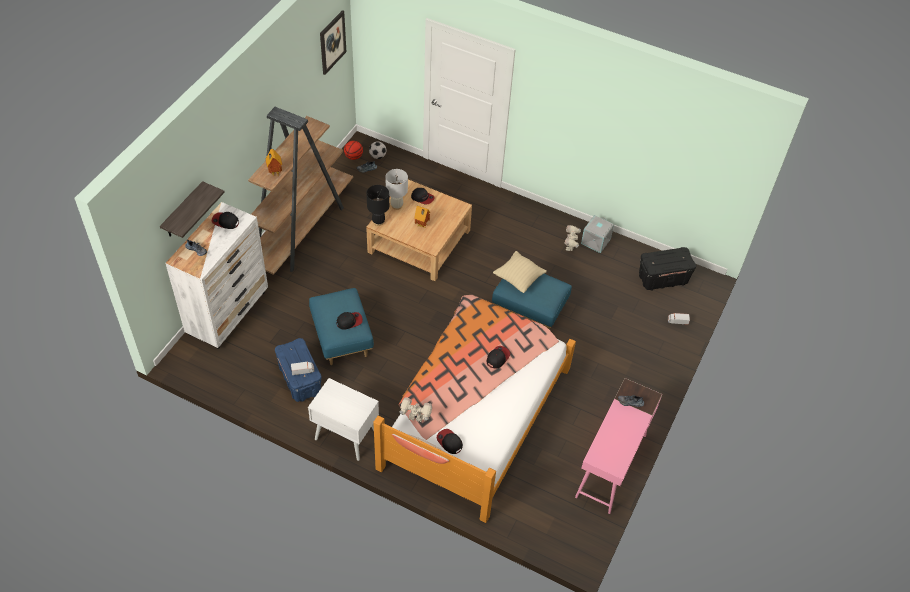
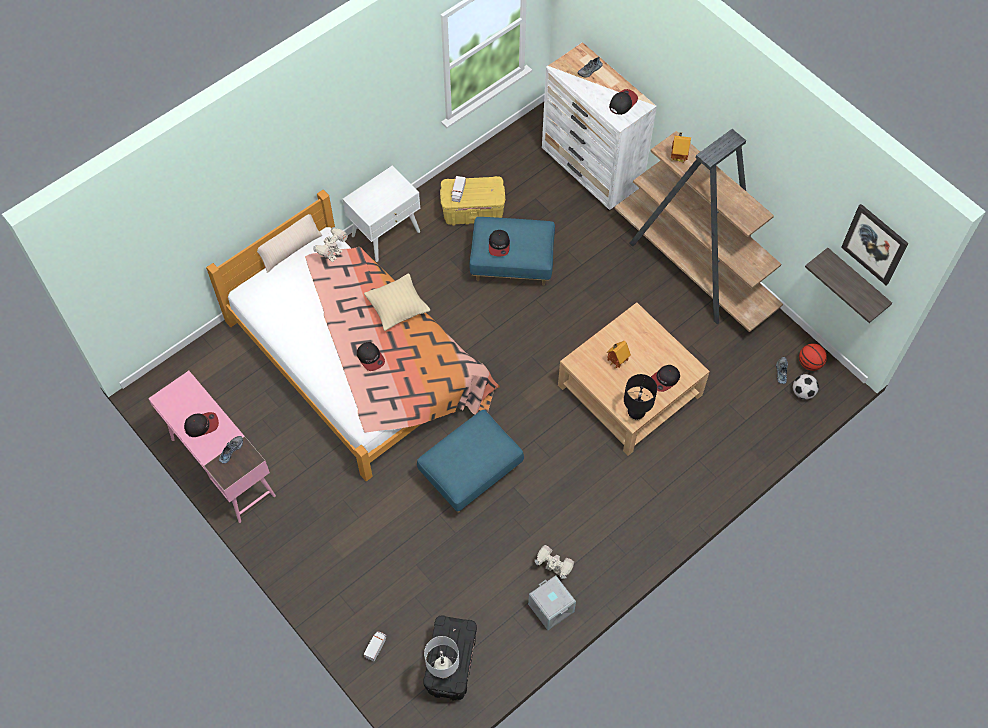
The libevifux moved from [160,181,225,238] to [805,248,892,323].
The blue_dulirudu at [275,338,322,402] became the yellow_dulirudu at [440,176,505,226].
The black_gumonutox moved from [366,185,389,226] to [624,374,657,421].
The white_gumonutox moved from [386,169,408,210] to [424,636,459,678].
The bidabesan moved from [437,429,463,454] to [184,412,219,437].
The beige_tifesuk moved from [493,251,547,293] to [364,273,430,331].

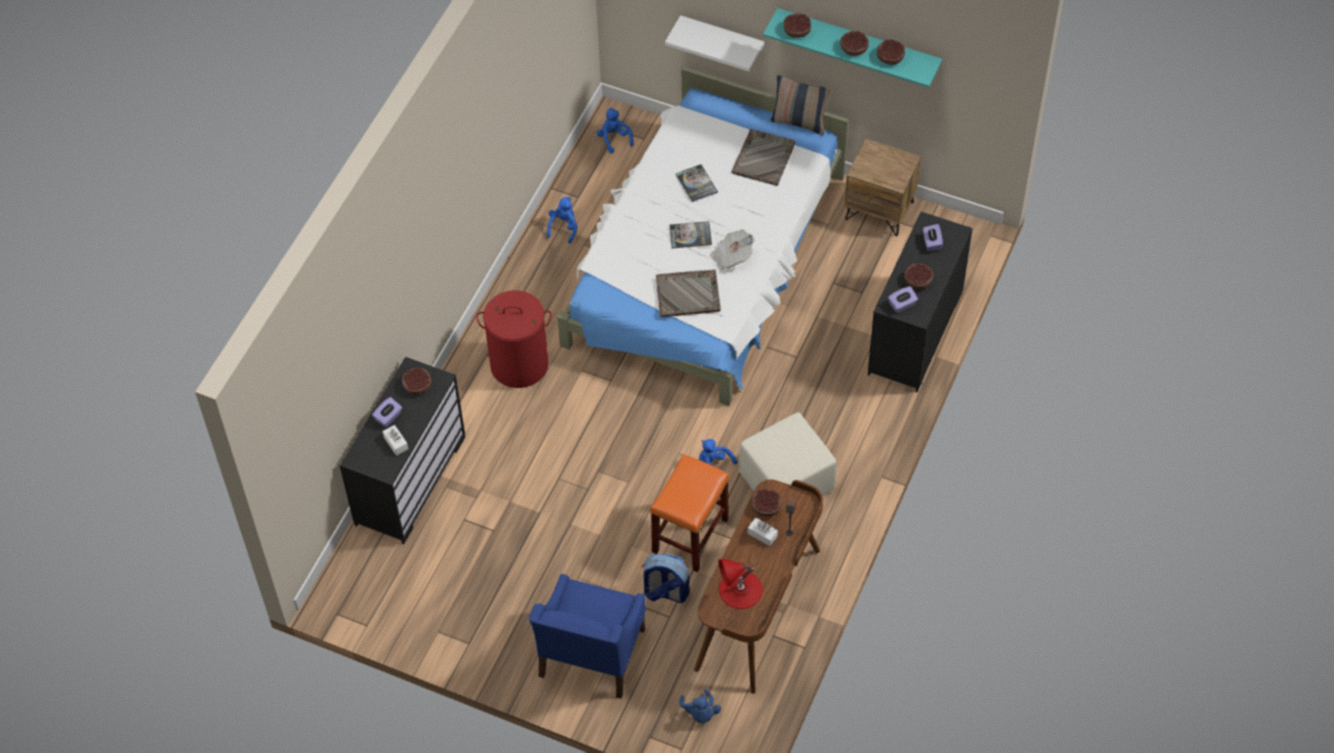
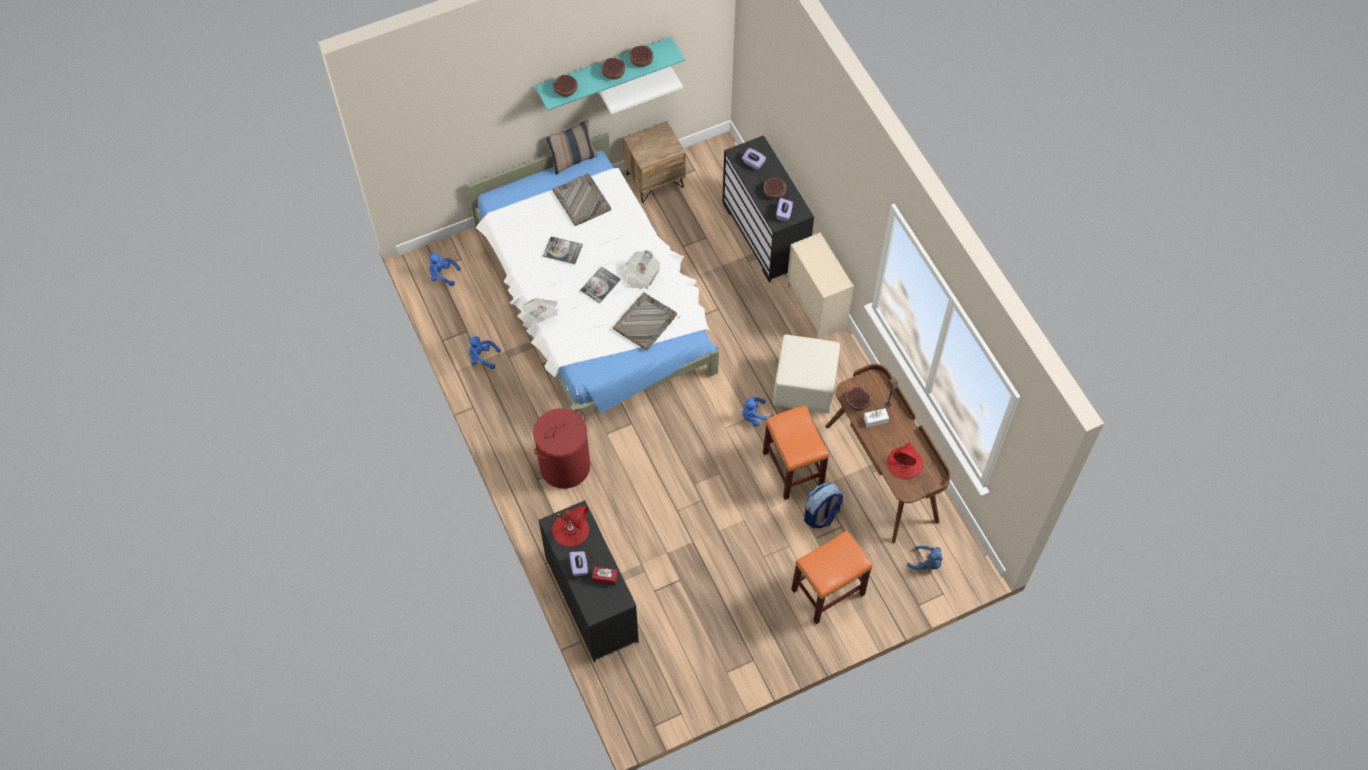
The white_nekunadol at [383,425,408,456] became the red_nekunadol at [592,567,618,585].
The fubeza at [402,368,431,395] was replaced by the red_gumonutox at [552,506,589,547].
The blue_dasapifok at [529,574,646,699] was replaced by the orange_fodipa at [791,530,872,624].
The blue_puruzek at [547,197,578,243] turned 45 degrees counterclockwise.
The white_libevifux moved from [665,15,764,72] to [599,66,683,114].
The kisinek at [523,298,559,318] appeared.
The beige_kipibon at [786,232,854,339] appeared.

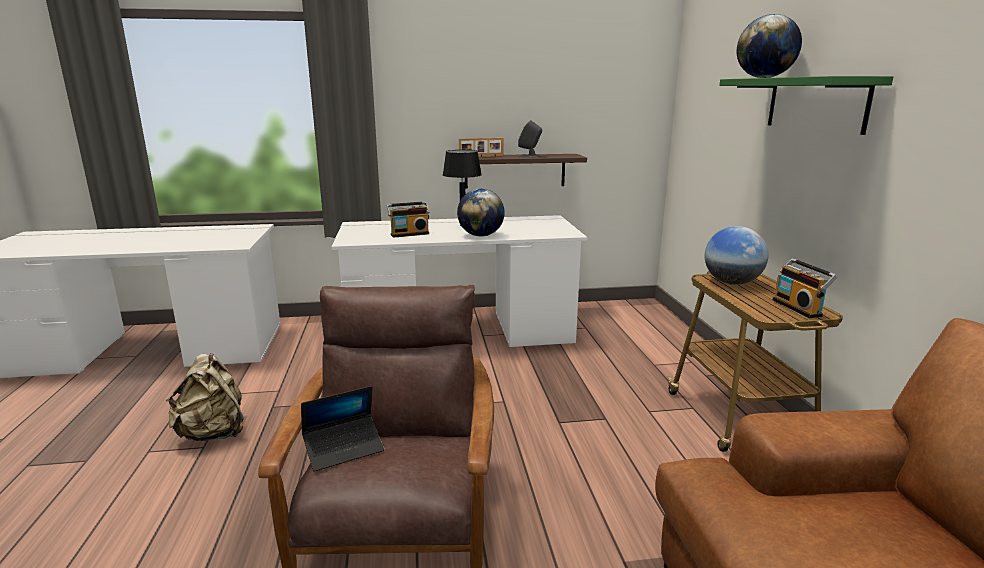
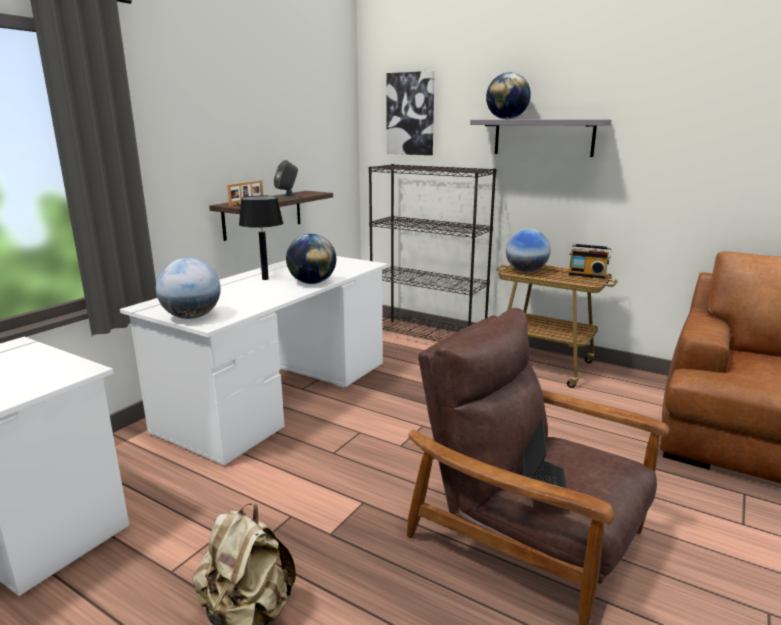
The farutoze at [387,201,429,238] disappeared.
The green_libevifux at [719,76,893,135] became the grey_libevifux at [470,119,612,157].
The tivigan at [156,258,221,319] appeared.
The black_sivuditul at [369,164,496,342] appeared.
The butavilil at [386,71,435,155] appeared.

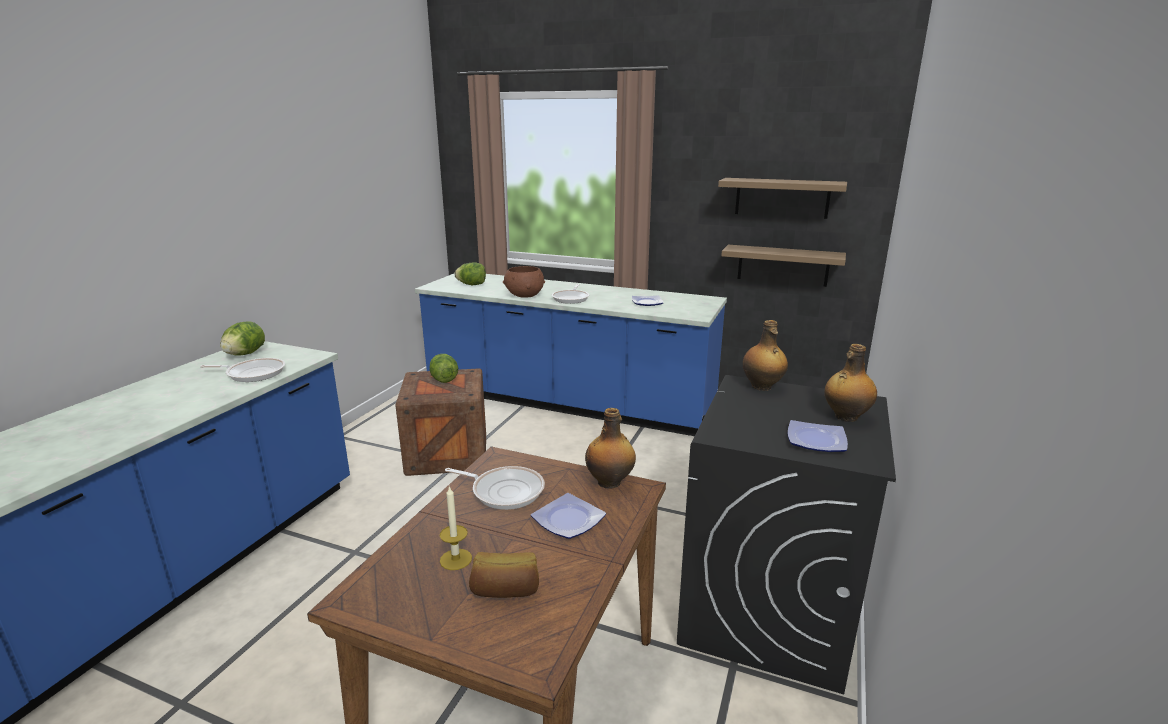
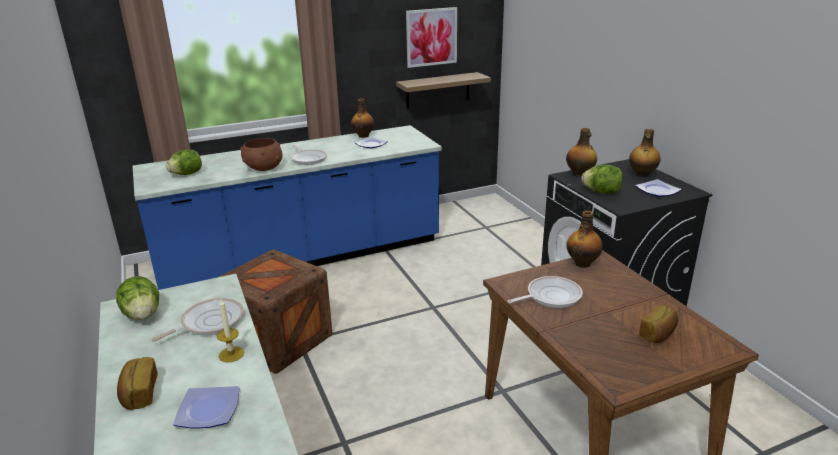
The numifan moved from [429,354,458,383] to [581,165,623,194].
The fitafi moved from [440,486,472,570] to [217,299,244,362].
The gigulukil moved from [531,493,606,539] to [173,386,239,428].
The libevifux at [718,178,847,219] was replaced by the butavilil at [406,7,457,68].
The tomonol at [117,357,158,410] appeared.
The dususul at [351,99,374,138] appeared.

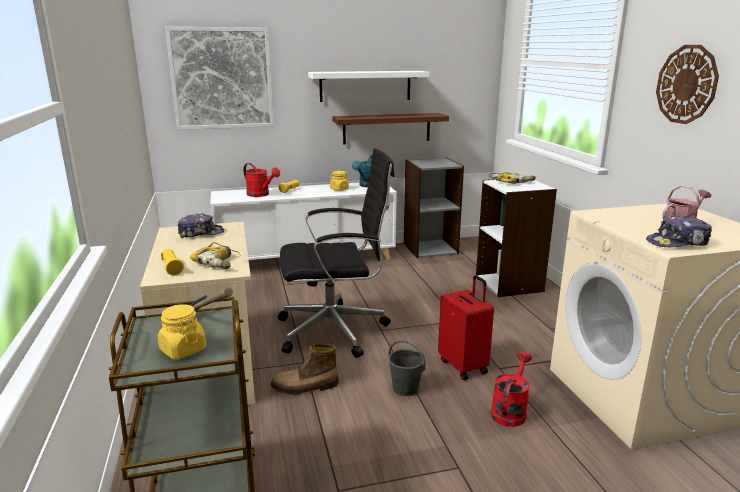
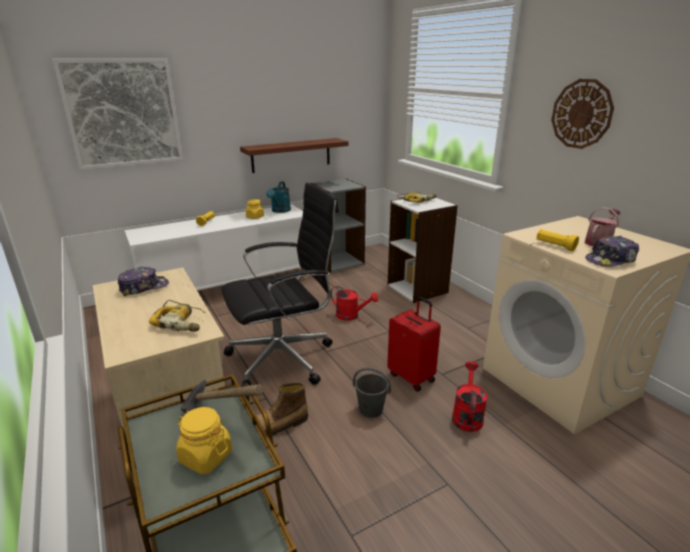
The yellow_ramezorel moved from [161,249,184,276] to [536,229,579,251].
The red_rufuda moved from [243,163,280,197] to [330,286,378,321].
The white_libevifux at [308,71,429,102] disappeared.

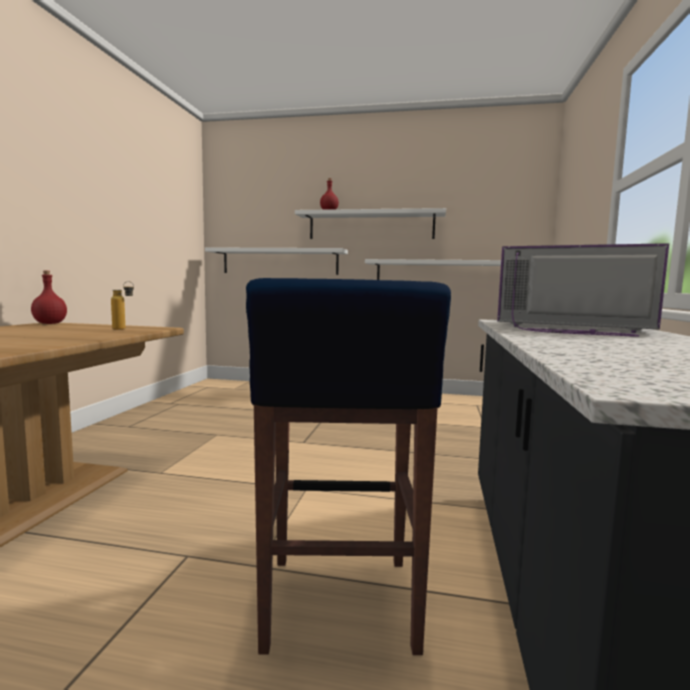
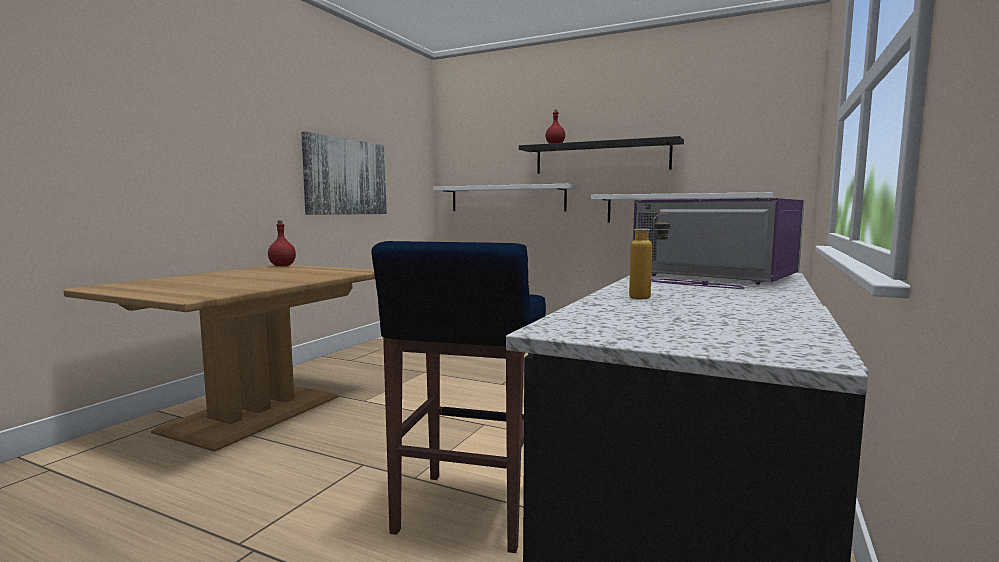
The dususul moved from [111,281,134,330] to [629,213,672,299].
The white_libevifux at [295,208,446,239] became the black_libevifux at [519,136,684,174].
The butavilil at [301,132,387,215] appeared.

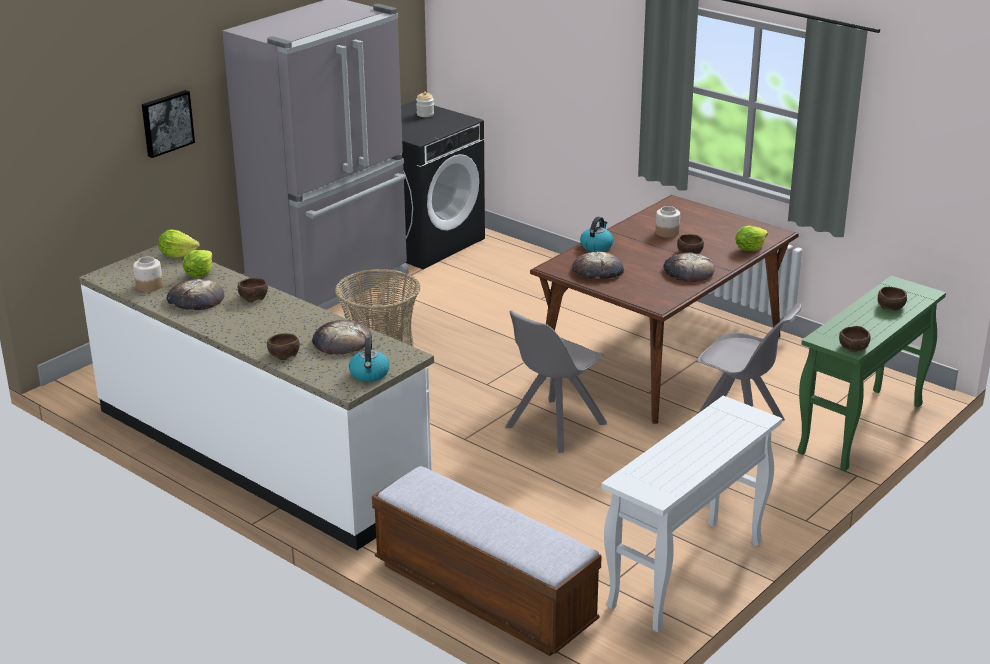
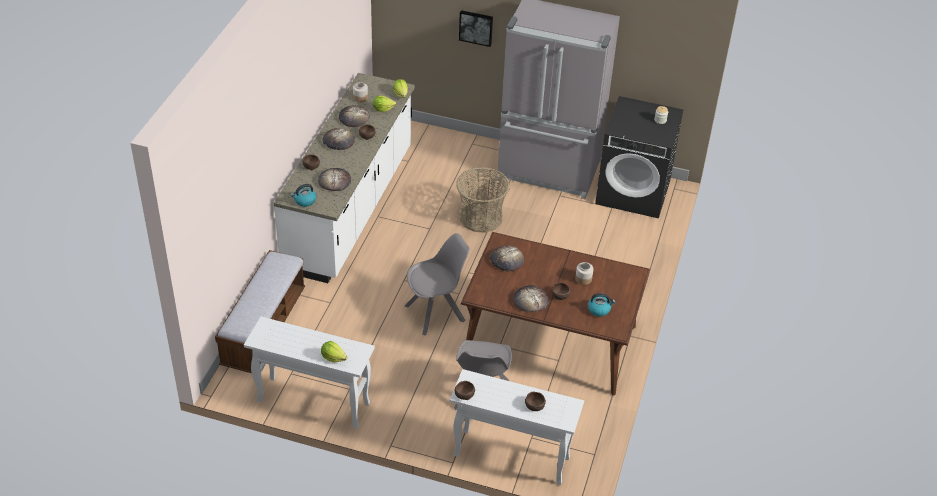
The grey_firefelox at [505,310,607,453] turned 135 degrees clockwise.
The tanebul moved from [580,217,613,252] to [588,293,616,317].
The numifan moved from [735,226,768,251] to [321,341,348,362].
The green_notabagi at [797,276,946,471] became the white_notabagi at [450,369,584,485].
The tomonol at [322,128,355,150] appeared.

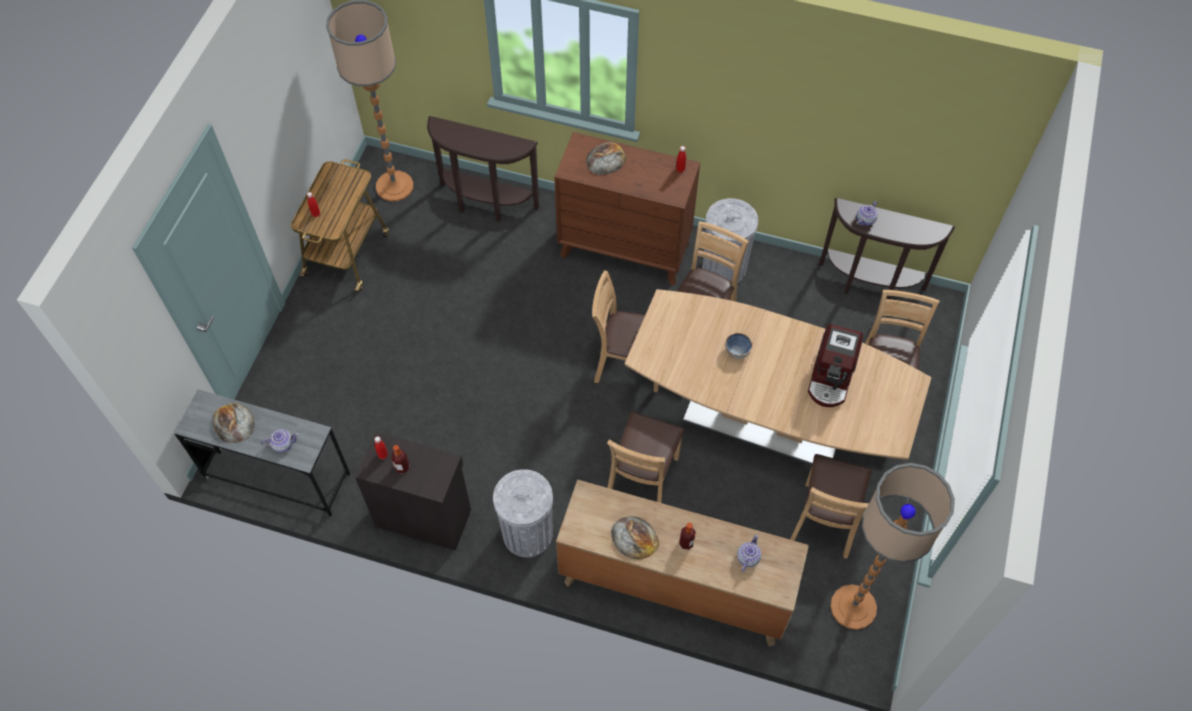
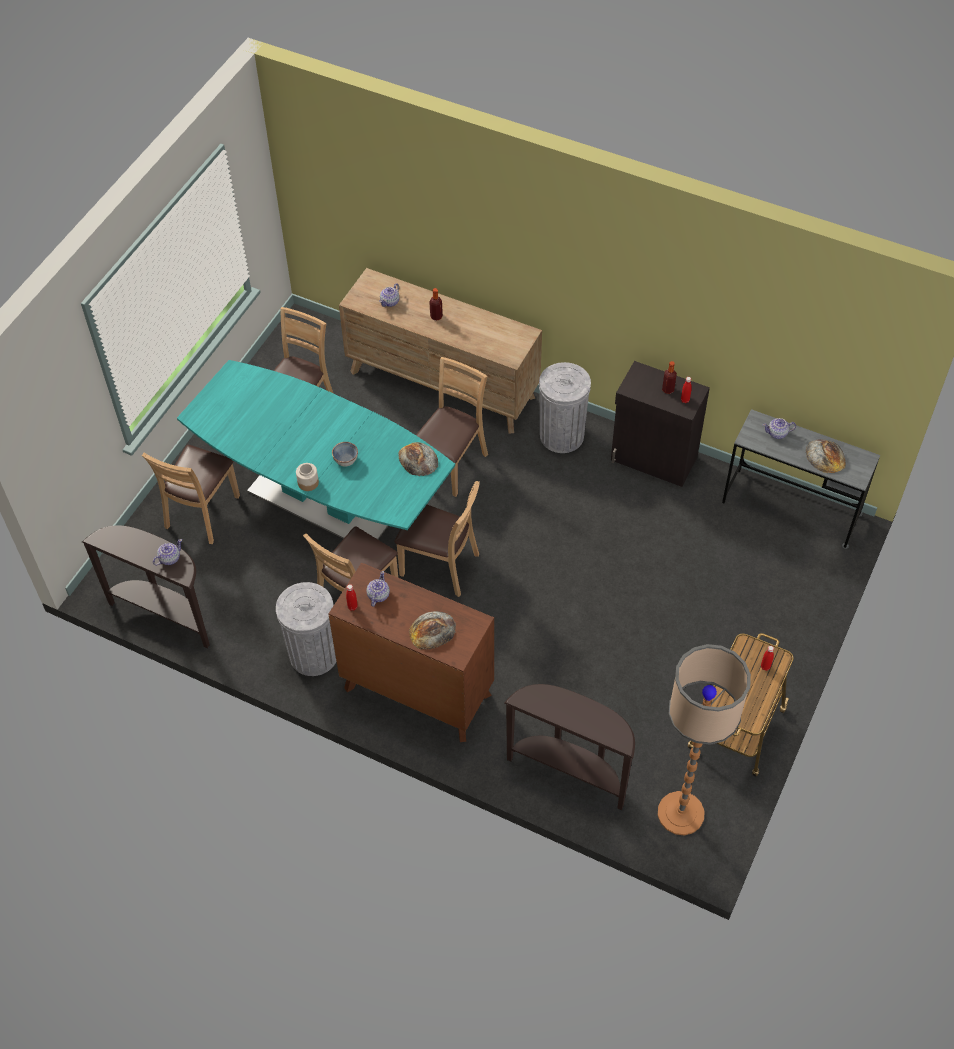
The tomonol moved from [611,516,659,560] to [398,442,438,476].
The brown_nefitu at [625,289,932,464] became the turquoise_nefitu at [177,360,455,539].
The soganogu at [808,324,863,407] disappeared.
The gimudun at [830,463,955,630] disappeared.
The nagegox at [296,463,319,491] appeared.
The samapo at [366,571,390,607] appeared.

